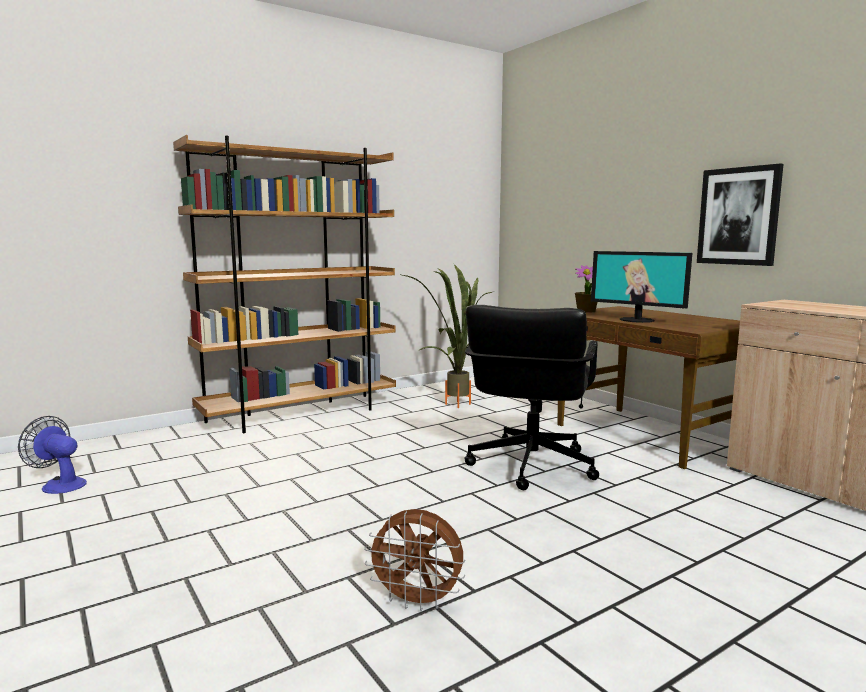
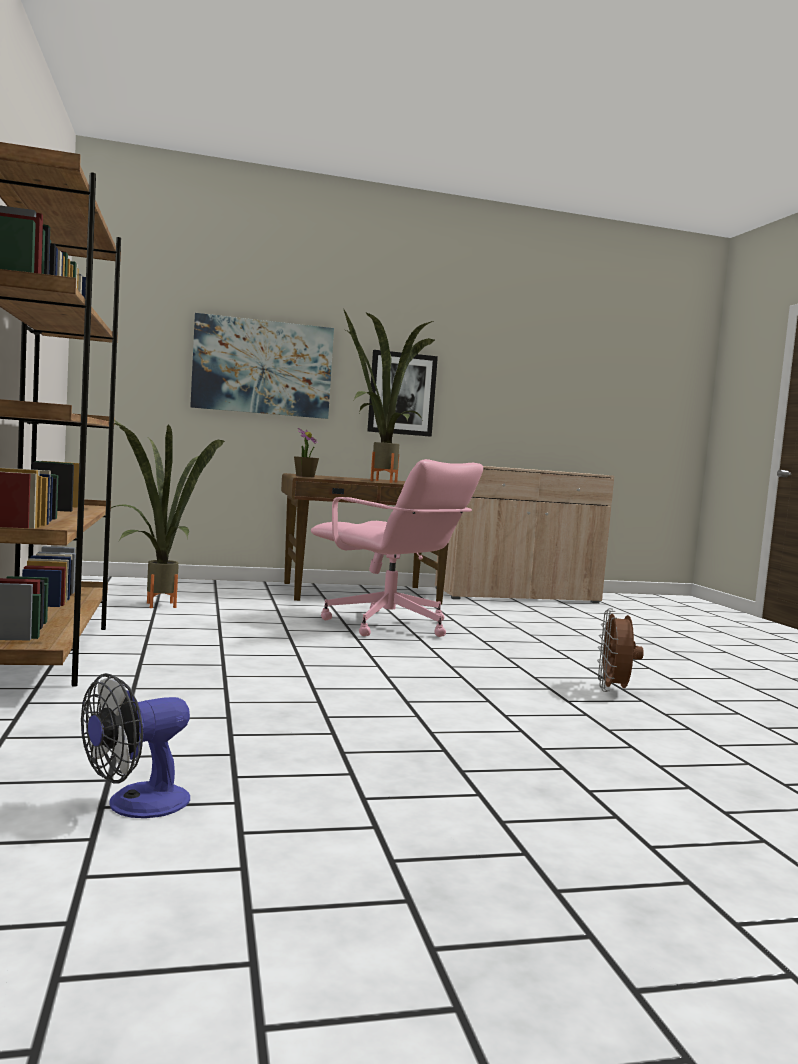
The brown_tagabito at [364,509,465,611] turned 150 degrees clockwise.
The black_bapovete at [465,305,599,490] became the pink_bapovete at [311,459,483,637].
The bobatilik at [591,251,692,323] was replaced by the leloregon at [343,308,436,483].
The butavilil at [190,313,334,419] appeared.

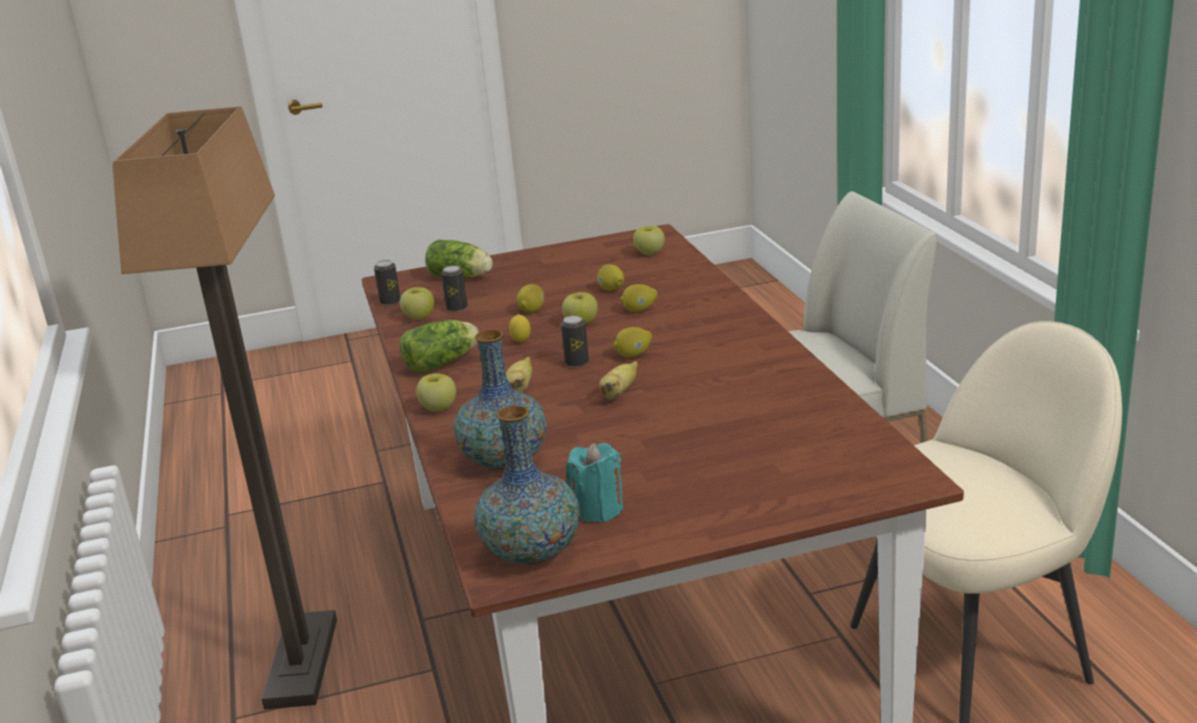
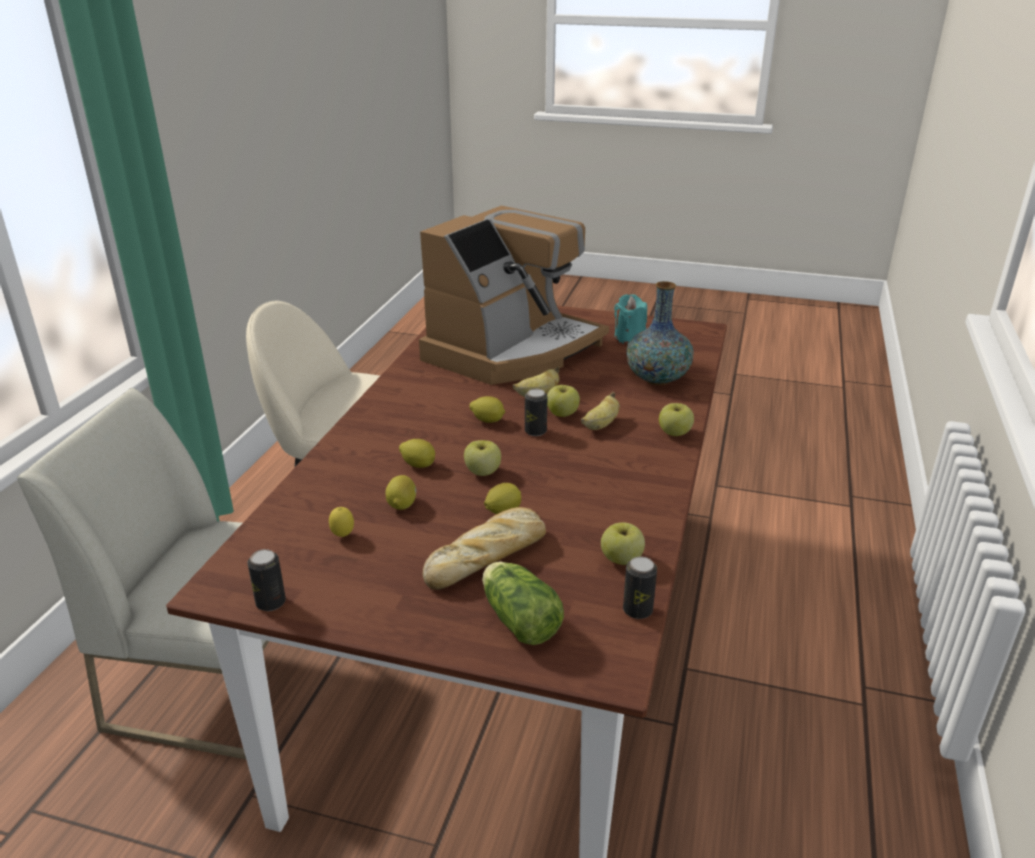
The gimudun at [113,106,337,710] disappeared.
The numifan at [400,320,479,373] disappeared.
The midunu moved from [441,265,468,312] to [247,549,286,611].
The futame at [474,405,579,565] disappeared.
The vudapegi moved from [509,314,531,343] to [329,507,354,537].
The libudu moved from [633,226,665,255] to [547,385,580,417].
The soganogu at [419,206,609,385] appeared.
The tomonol at [423,507,546,590] appeared.

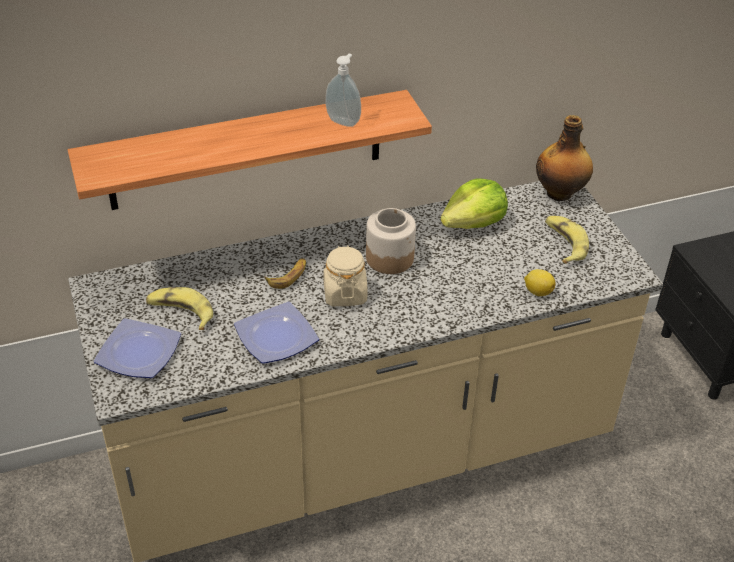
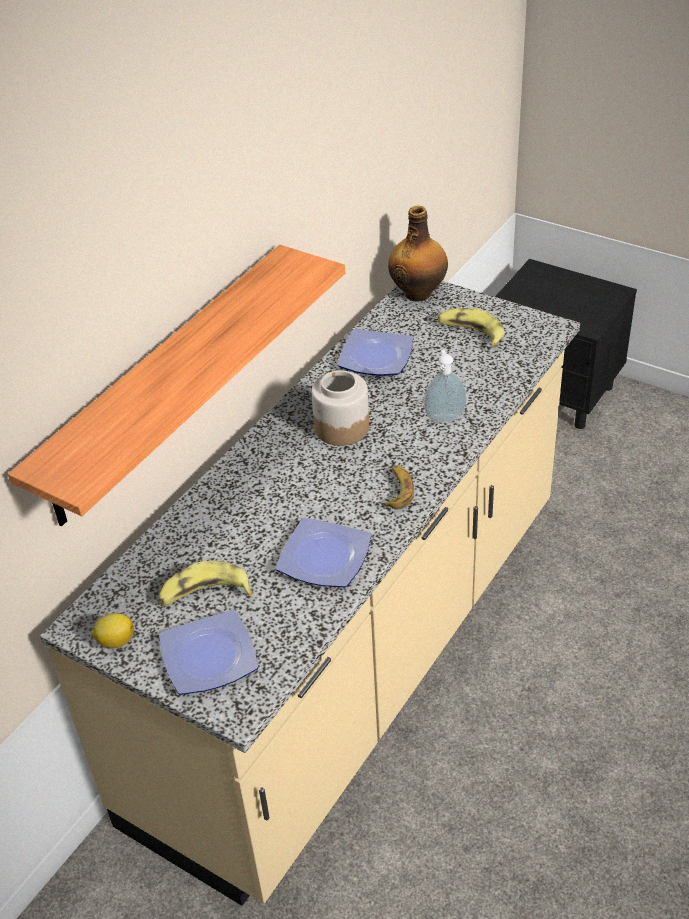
The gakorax moved from [264,258,306,289] to [381,465,414,509].
The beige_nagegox at [323,246,367,306] disappeared.
The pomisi moved from [325,53,361,127] to [424,350,467,423].
The numifan at [440,178,508,229] was replaced by the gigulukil at [338,329,413,376].
The vudapegi moved from [524,269,555,296] to [91,613,134,648].

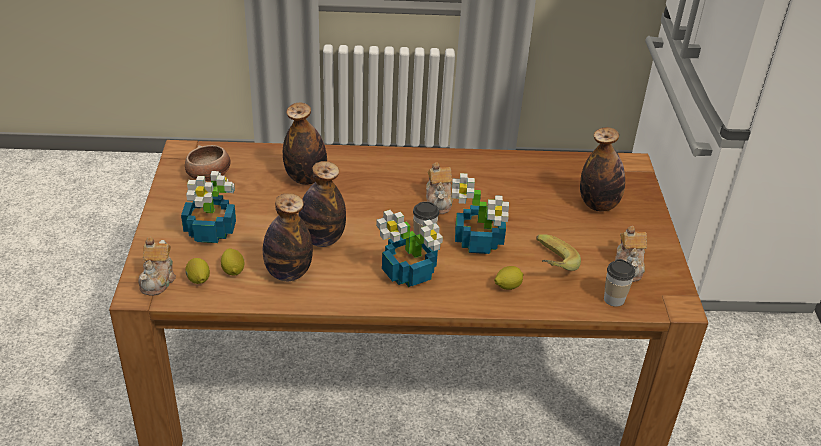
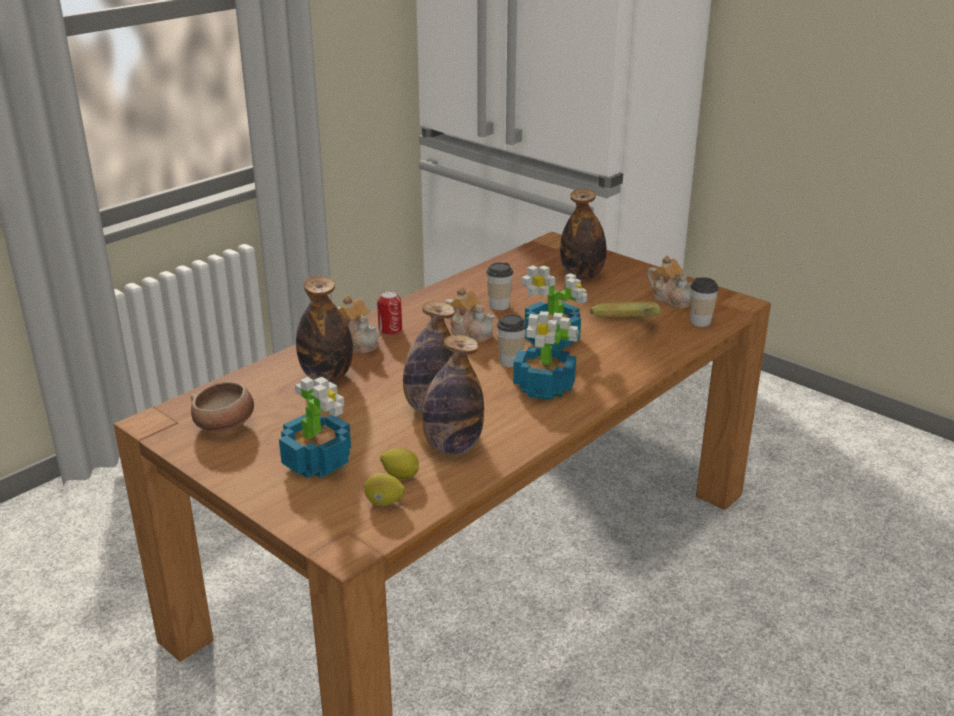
The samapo moved from [138,237,176,296] to [338,295,379,353].
The vudapegi at [494,266,524,290] disappeared.
The midunu at [377,291,402,335] appeared.
The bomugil at [486,262,513,310] appeared.

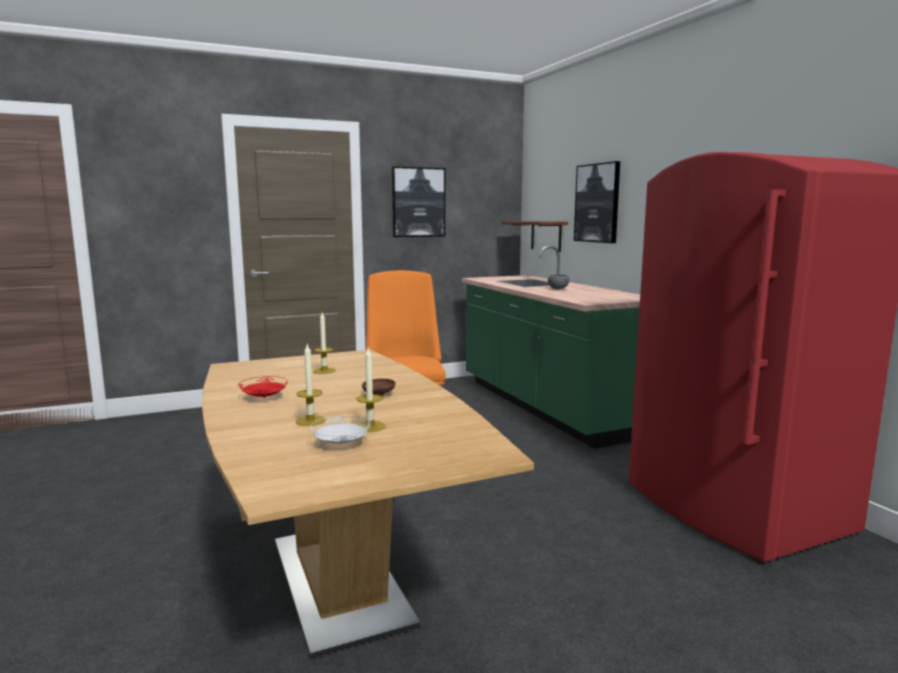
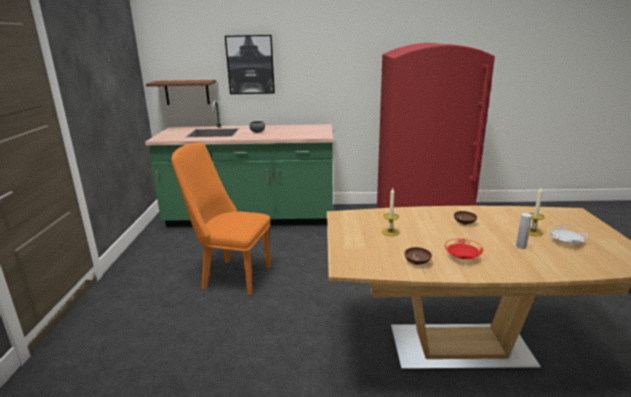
The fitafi at [296,344,326,426] was replaced by the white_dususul at [516,213,532,249].
The butavilil at [392,167,445,237] disappeared.
The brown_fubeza at [404,247,432,265] appeared.

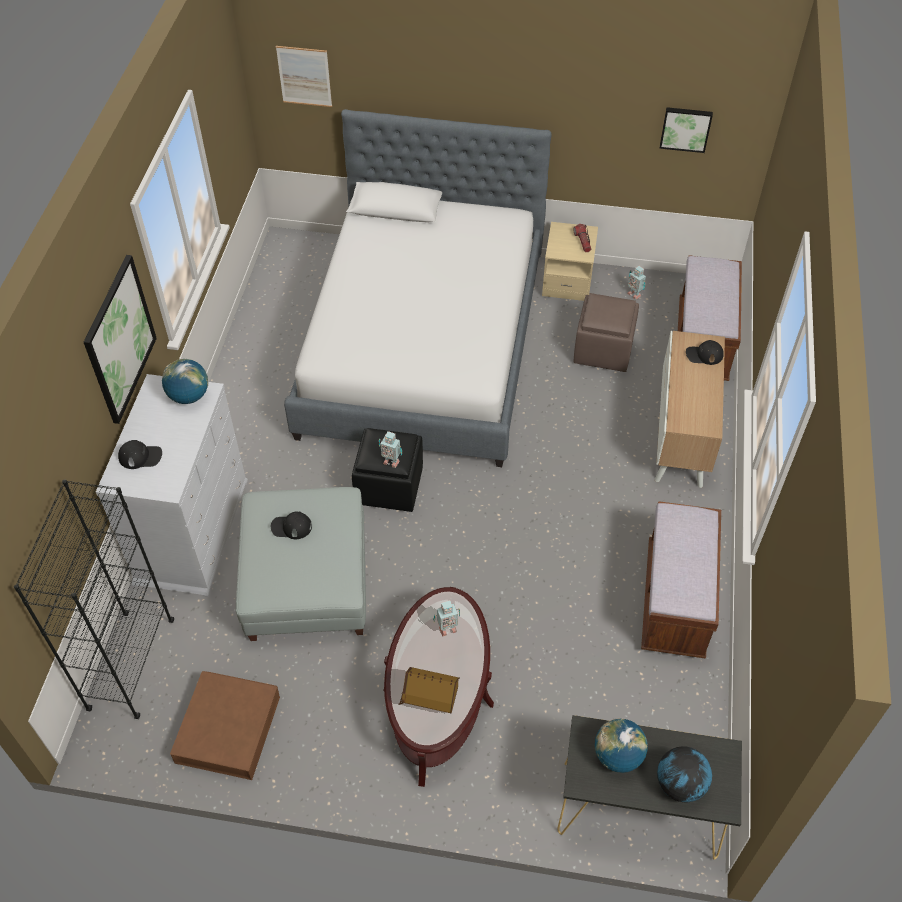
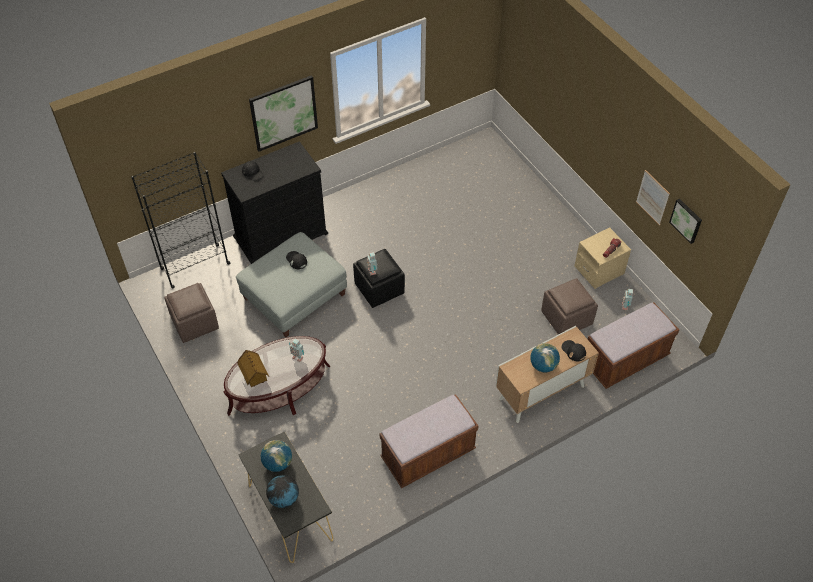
The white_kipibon at [96,374,248,597] became the black_kipibon at [221,141,328,264].
The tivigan moved from [162,359,208,404] to [530,343,560,373].
The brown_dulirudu at [170,671,280,780] was replaced by the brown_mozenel at [164,283,219,343].
The butavilil moved from [276,46,332,107] to [636,170,670,226].
The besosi at [284,109,551,467] disappeared.

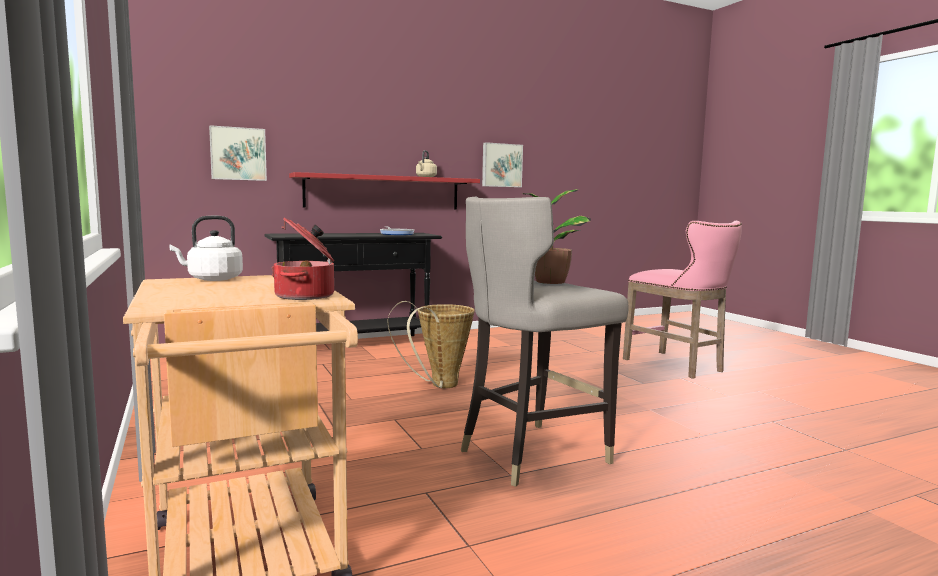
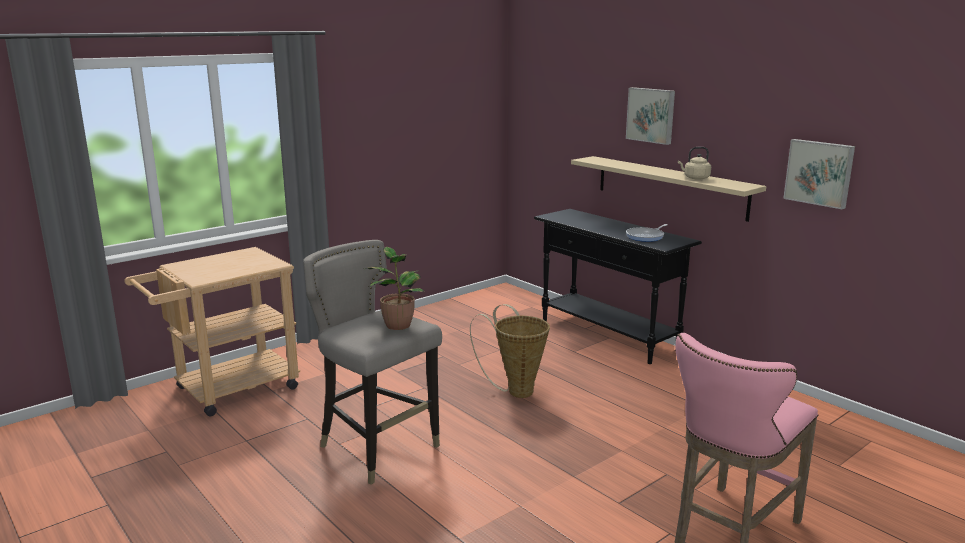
The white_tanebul at [169,216,243,281] disappeared.
The butavilil moved from [209,125,267,181] to [626,87,675,145].
The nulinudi at [272,218,334,300] disappeared.
The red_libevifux at [289,172,480,209] became the beige_libevifux at [571,156,766,222].

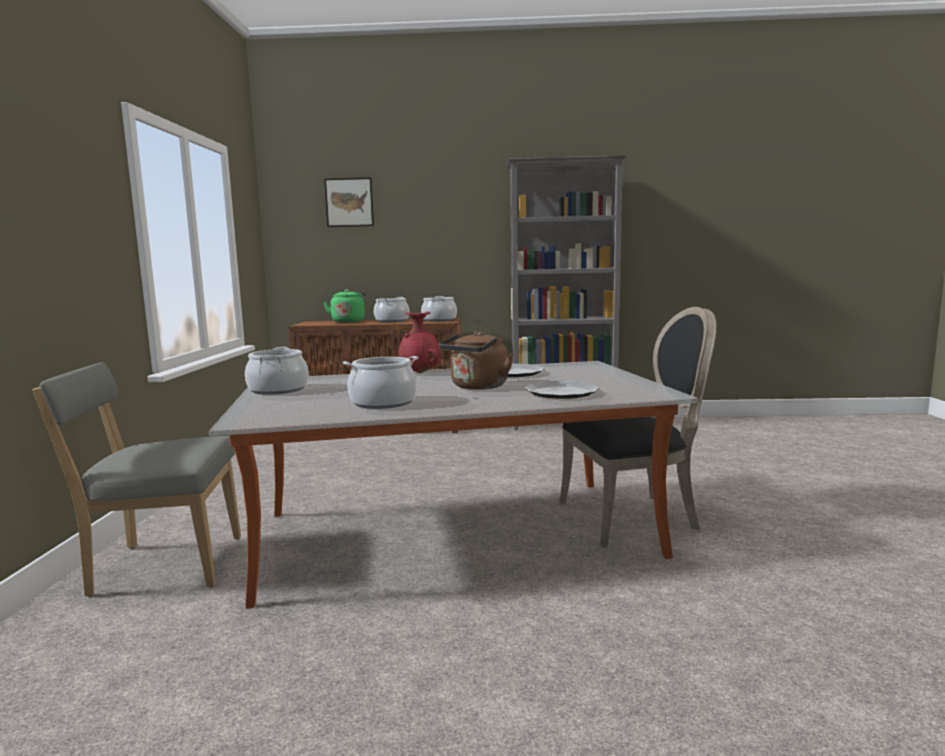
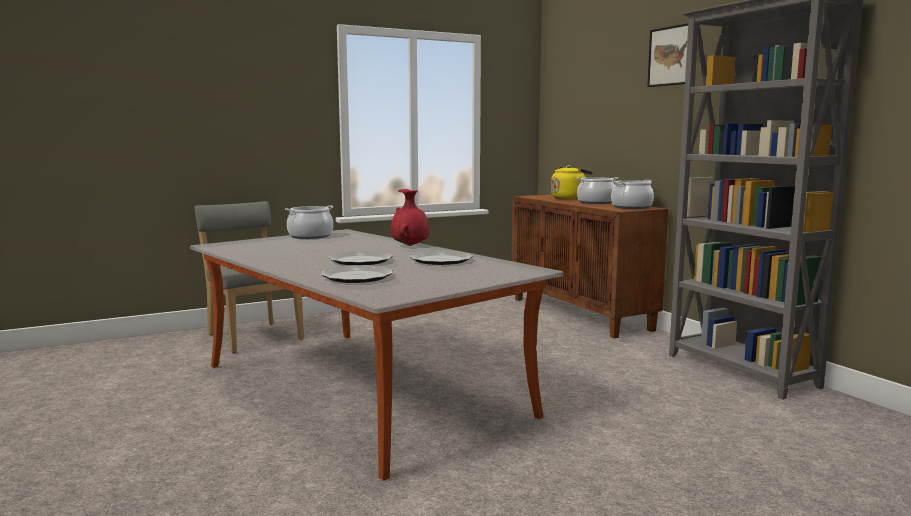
The green_tanebul at [323,289,366,323] became the yellow_tanebul at [551,165,593,199].
The butavilil moved from [324,177,374,227] to [647,23,688,87].
The nulinudi at [343,356,418,409] disappeared.
The brown_tanebul at [439,331,514,390] was replaced by the gigulukil at [328,251,393,265].
The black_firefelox at [560,307,717,548] disappeared.

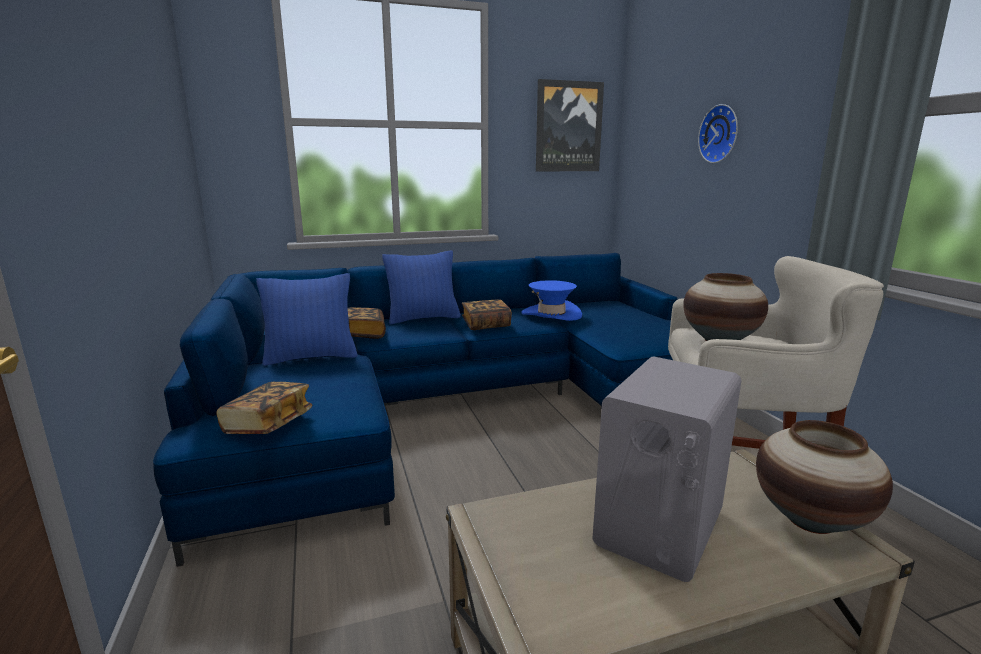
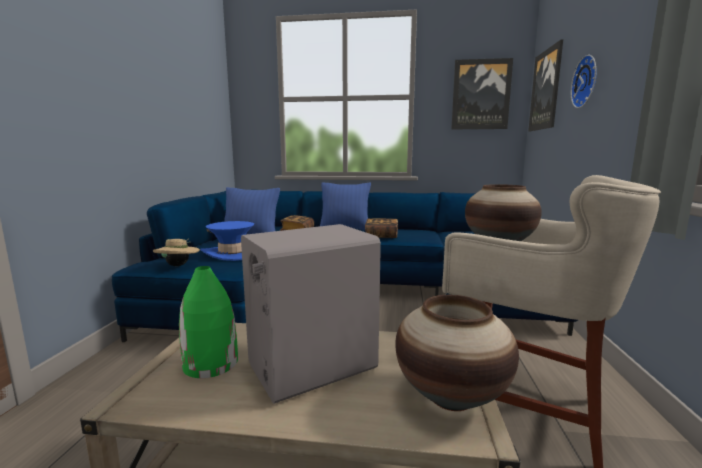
The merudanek at [216,382,312,434] was replaced by the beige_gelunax at [153,239,200,266].
The blue_gelunax moved from [521,280,582,321] to [200,221,254,261].
The green_futame at [179,266,238,378] appeared.
The butavilil at [528,39,563,131] appeared.

